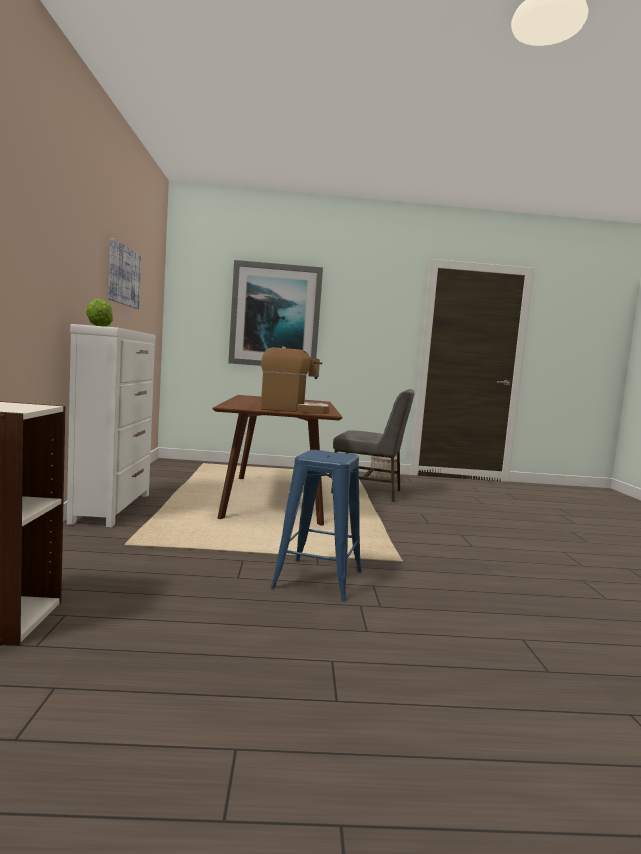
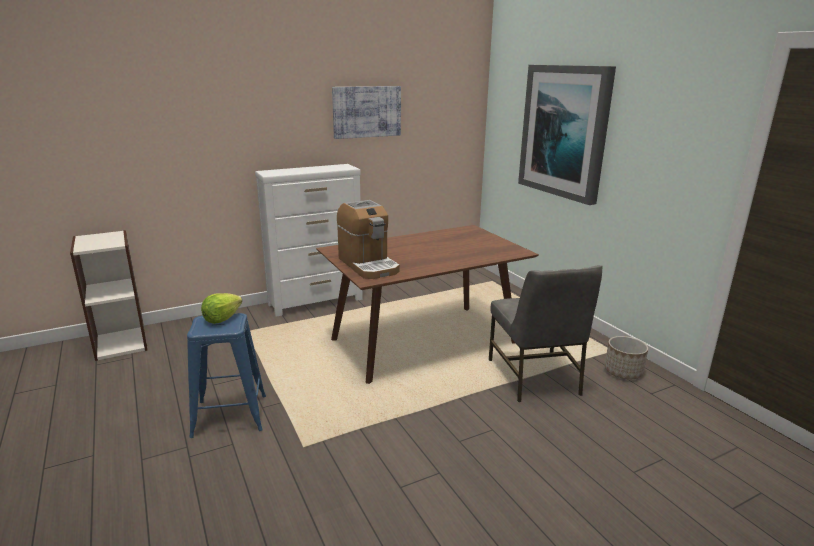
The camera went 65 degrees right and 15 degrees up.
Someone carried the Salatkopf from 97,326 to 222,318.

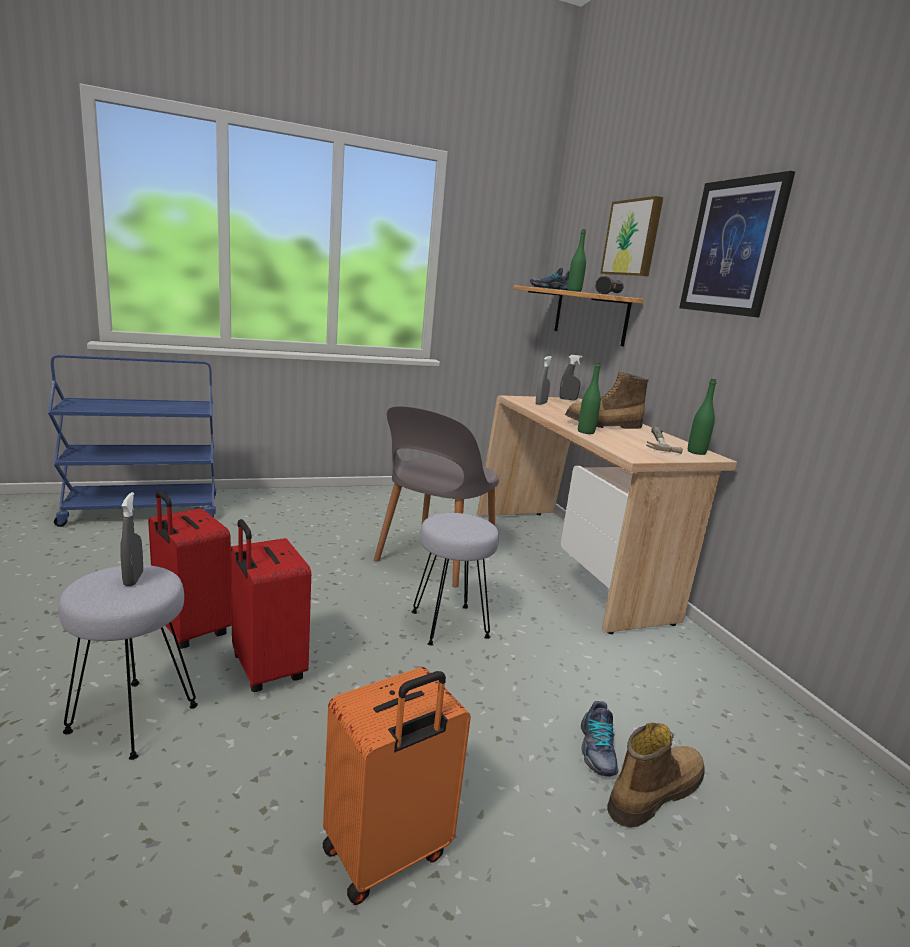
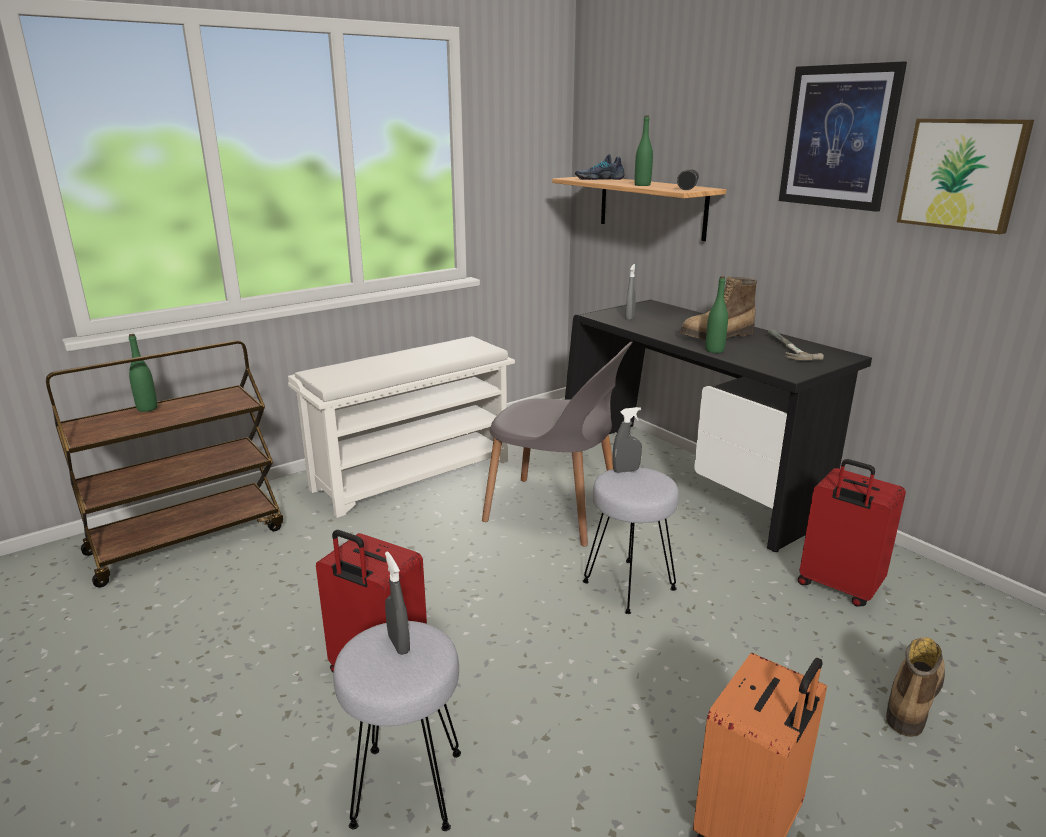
The camera went 15 degrees left and 5 degrees up.
Someone took away the Schuh at 596,750.
Someone put down the Schuhregal/weiß at 413,474.
Someone carried the Koffer/rot from 266,669 to 838,587.
Someone carried the Sprühflasche/grau from 568,399 to 626,470.
Someone carried the Bild from 633,238 to 963,174.
Someone carried the Flasche/grün from 696,452 to 147,408.
Someone repainted the Rollwagen/blau at 143,512, which became the Rollwagen/braun at 188,540.
Someone repainted the Schreibtisch/beige at 568,562, which became the Schreibtisch/schwarz at 686,482.
Someone rotated the Stuhl/grau at 434,557 by 75 degrees counterclockwise.

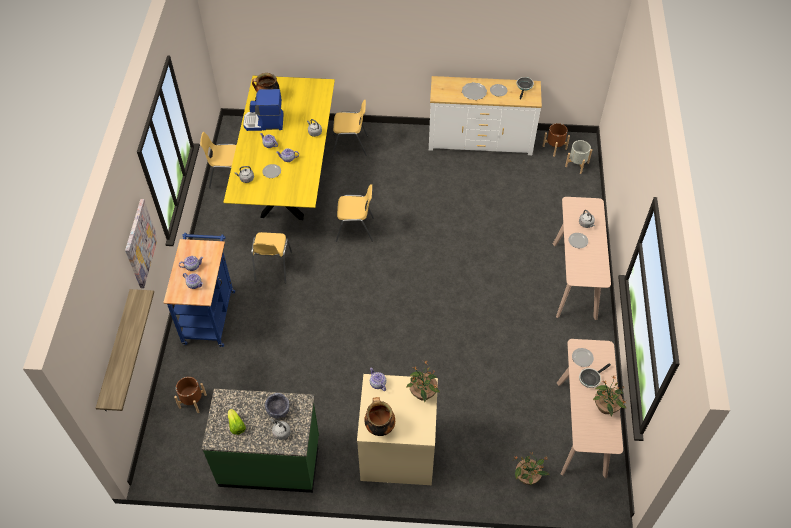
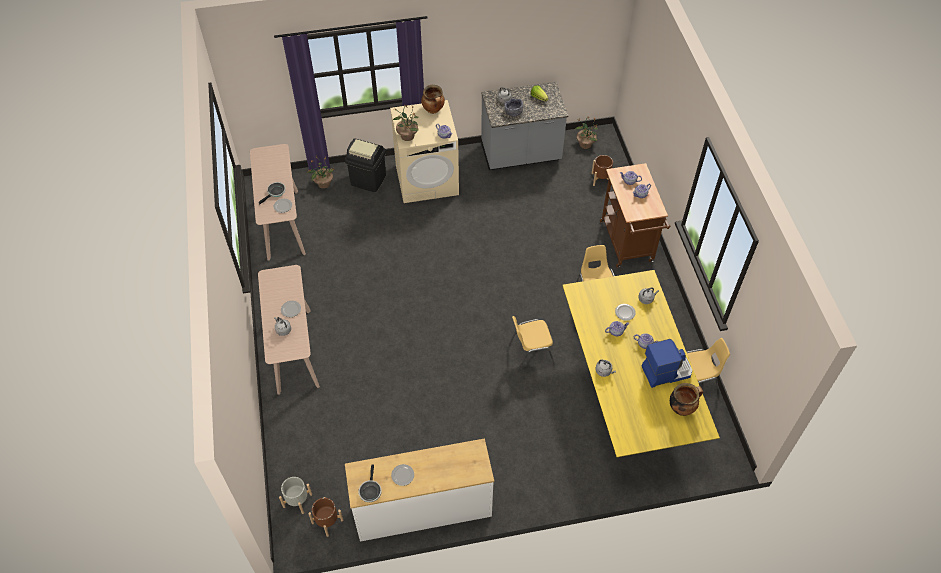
The camera went 165 degrees right and 0 degrees up.
Someone took away the Wandregal at 116,352.
Someone took away the Bild at 140,243.
Someone took away the Stuhl/gelb at 350,145.
Someone took away the Teller at 474,92.
Someone put down the Mülleimer/schwarz at 368,180.
Someone carried the Topfpflanze from 605,407 to 585,144.
Someone repainted the Rollwagen/blau at 209,313, which became the Rollwagen/braun at 627,245.
Someone repainted the Küchenzeile/grün at 270,461, which became the Küchenzeile/grau at 521,155.

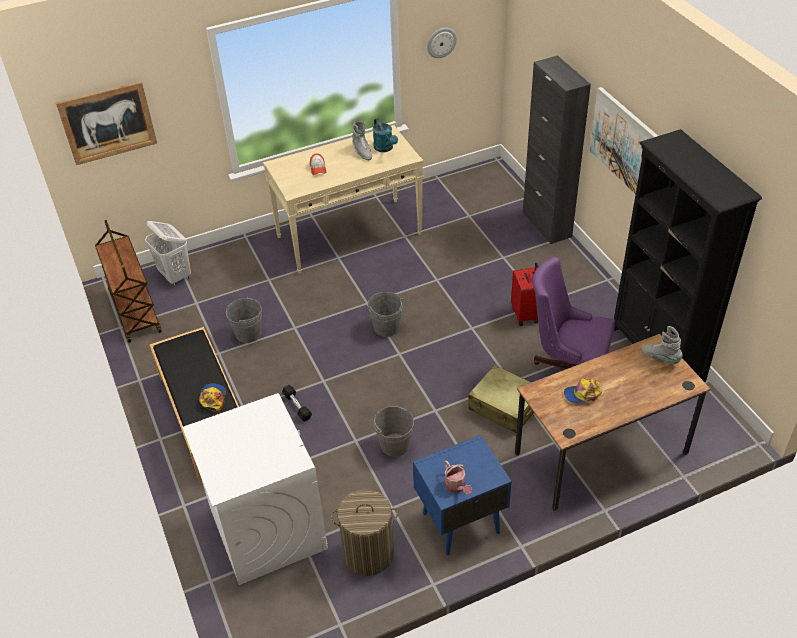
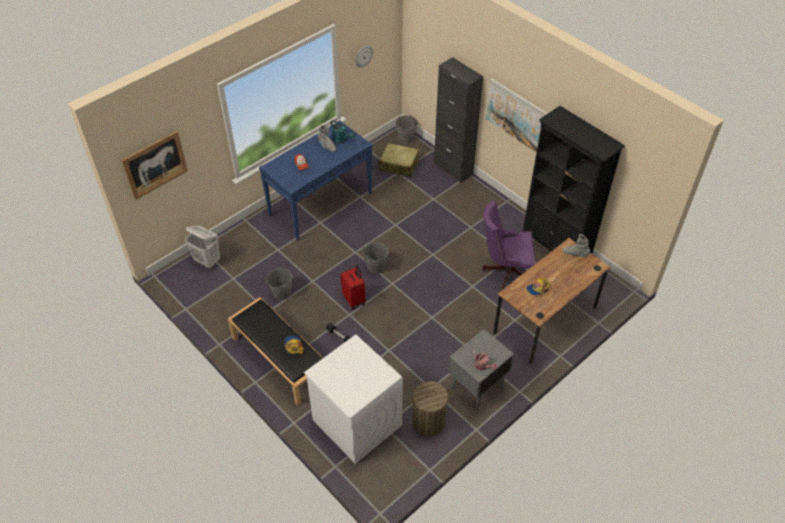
The camera went 20 degrees left and 5 degrees up.
Someone took away the Rollwagen/braun at 134,312.
Someone carried the Eimer/grau from 395,445 to 406,138.
Someone carried the Koffer/beige from 505,407 to 399,165.
Someone carried the Koffer/rot from 525,314 to 354,299.
Someone repainted the Konsolentisch/beige at 349,235, which became the Konsolentisch/blau at 321,204.
Someone repainted the Nachttisch/blau at 459,522, which became the Nachttisch/grau at 476,386.

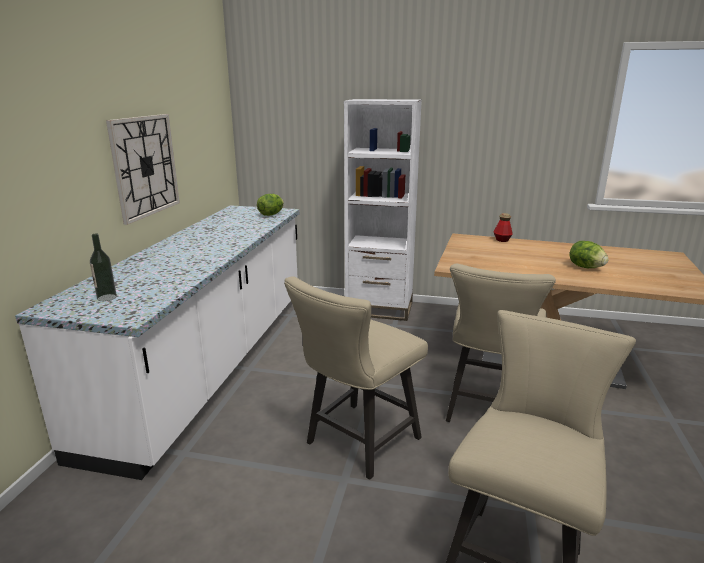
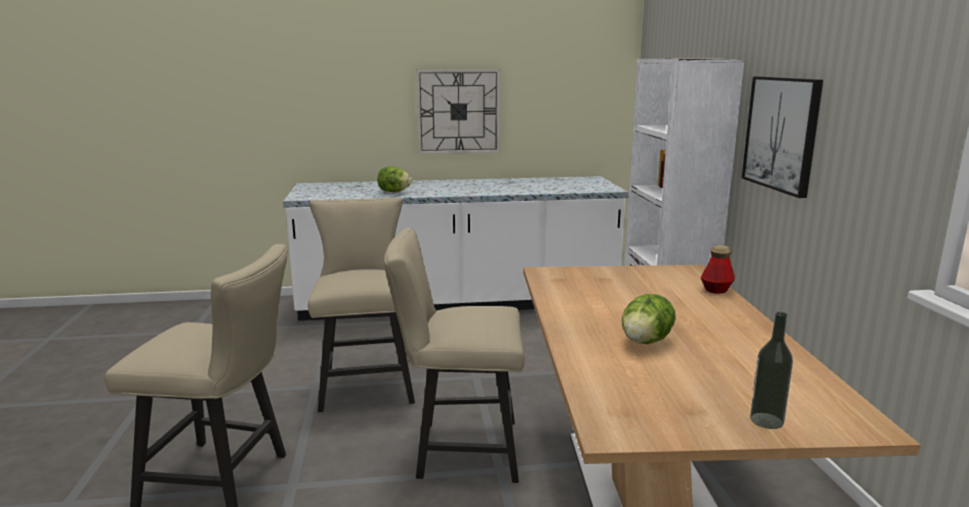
The camera went 70 degrees right and 5 degrees down.
Someone put up the Bild at 782,133.
Someone carried the Flasche from 107,297 to 766,420.
Someone carried the Salatkopf from 271,214 to 394,192.
Someone rotated the Stuhl/beige at 357,444 by 60 degrees clockwise.

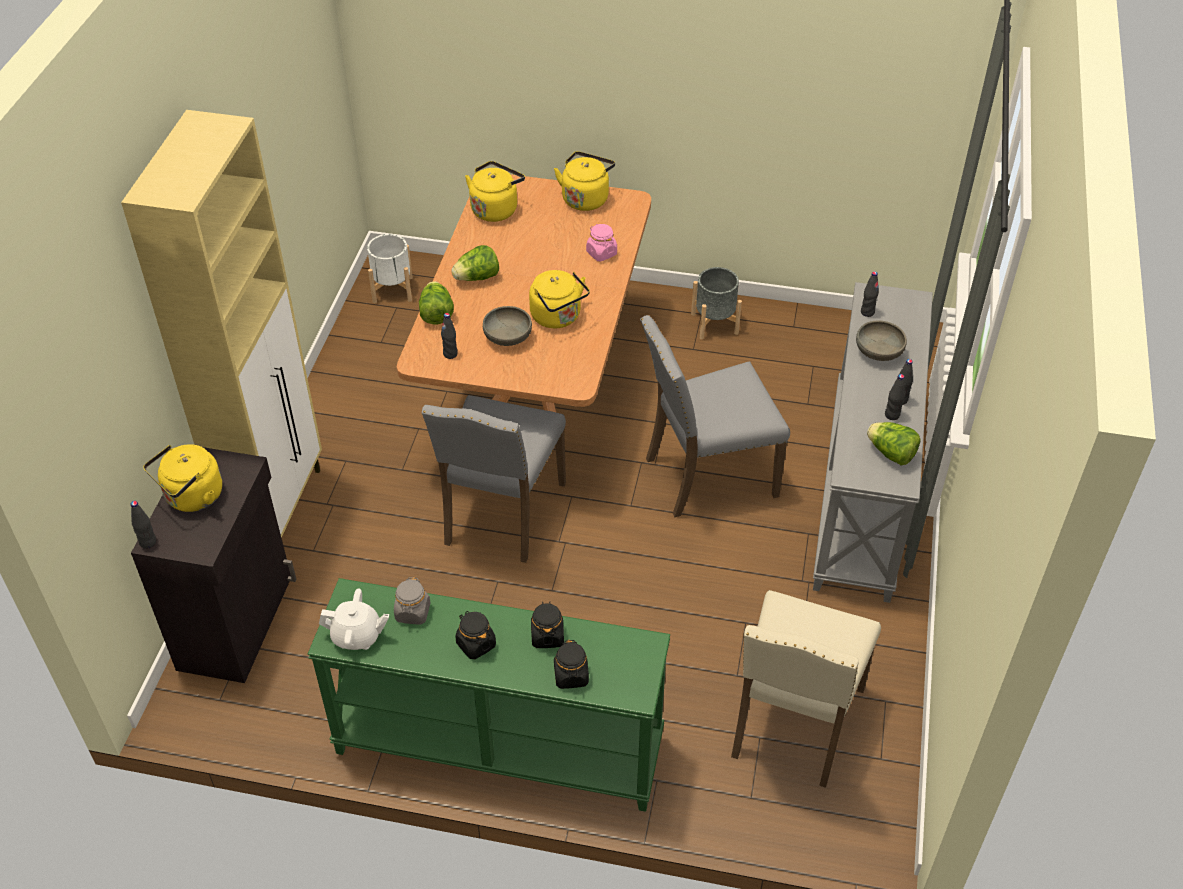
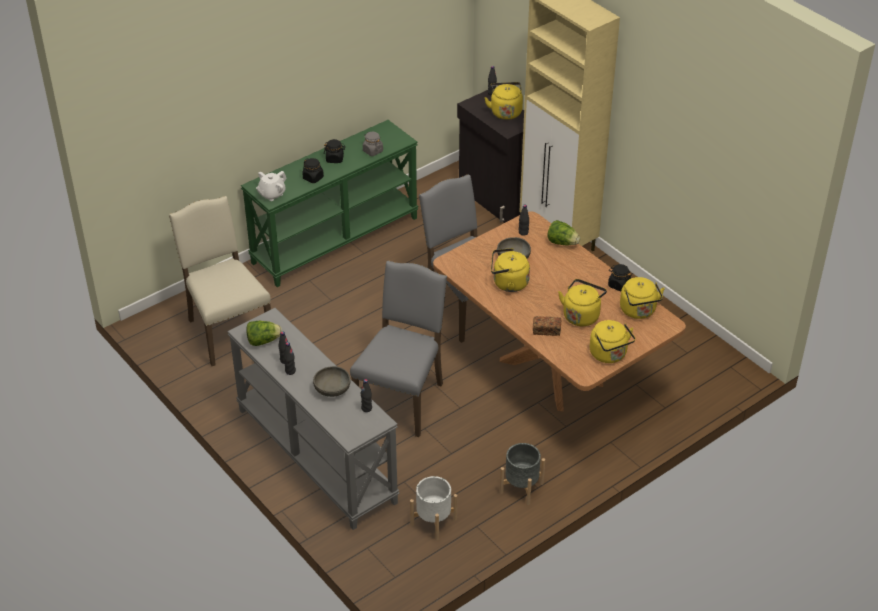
The camera went 130 degrees right and 5 degrees down.
Someone took away the Salatkopf at 477,278.
Someone put down the Wasserkessel/gelb at 581,315.
Someone carried the Teekanne/weiß from 357,636 to 271,194.
Someone carried the Pflanzkübel/weiß from 392,289 to 434,521.
Someone carried the Vorratsglas/schwarz from 571,676 to 619,285.
Someone swapped the Vorratsglas/rosa at 601,253 for the Brot at 546,330.

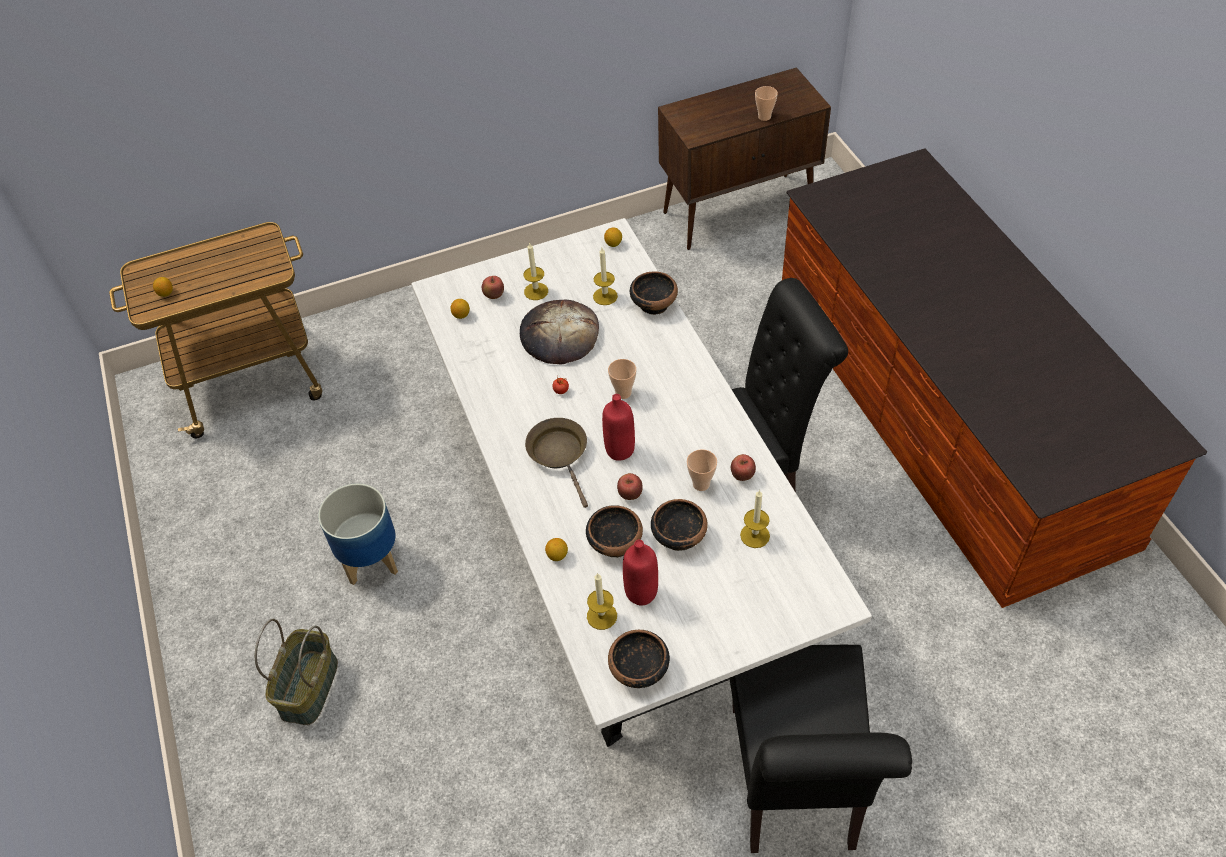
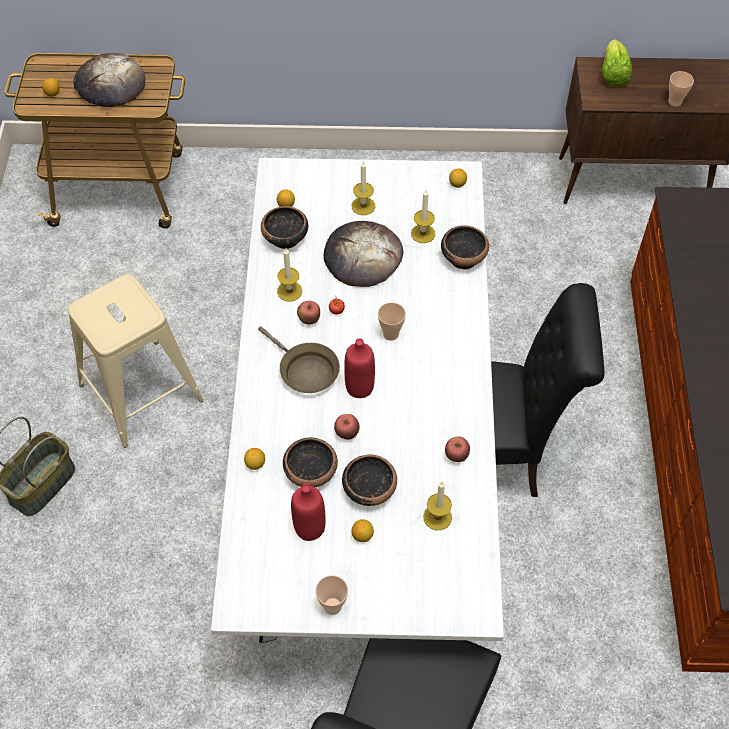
The camera went 20 degrees right and 5 degrees up.
Someone put down the Brot at 110,84.
Someone put down the Zitrone at 362,535.
Someone put down the Salatkopf at 613,74.
Someone carried the Apfel from 494,296 to 309,320.
Someone carried the Kerze from 602,616 to 289,291.
Someone carried the Schüssel from 639,670 to 285,238.
Someone carried the Tasse from 701,484 to 332,606.
Someone swapped the Pflanzkübel at 370,560 for the Hocker/beige at 142,392.
Someone rotated the Pfanne/braun at 560,454 by 135 degrees clockwise.

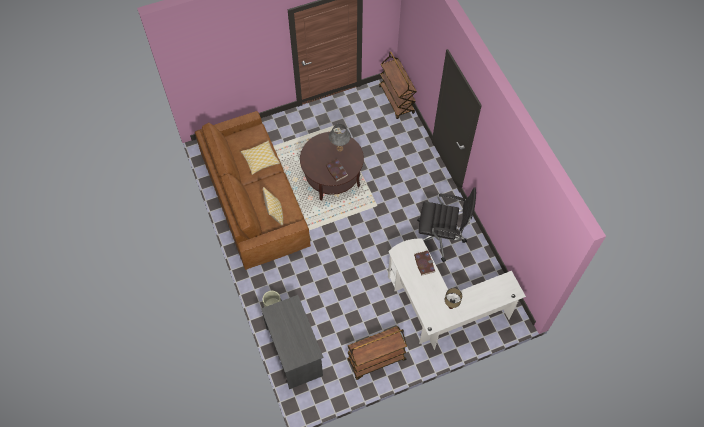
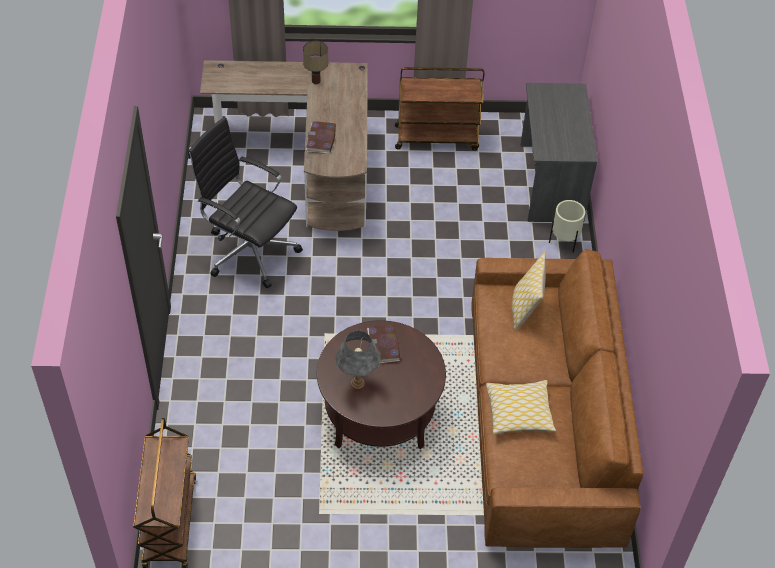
The camera went 160 degrees left and 10 degrees down.
Someone repainted the Schreibtisch/weiß at 441,309, which became the Schreibtisch/braun at 309,163.

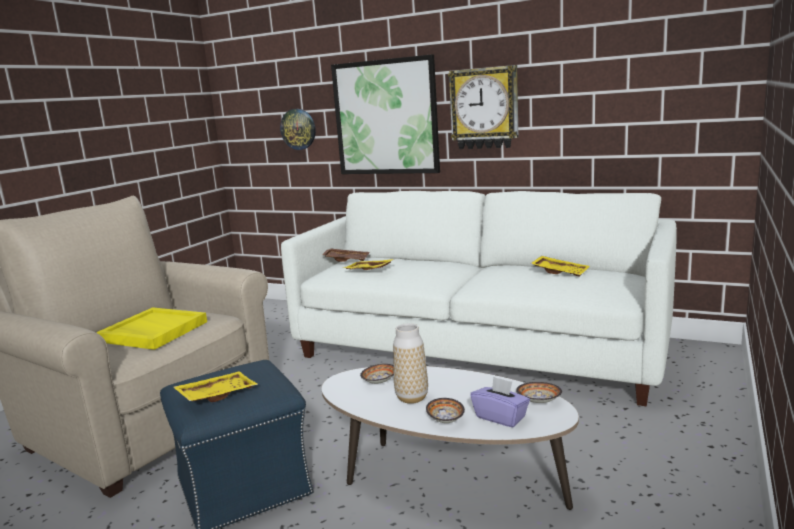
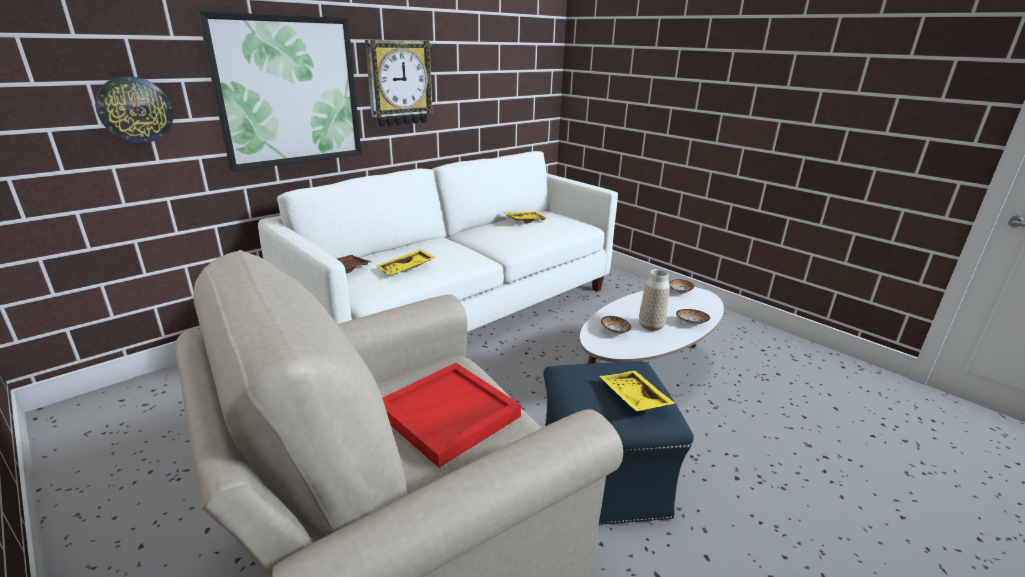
The camera went 70 degrees left and 10 degrees up.
Someone took away the Taschentuchbox/lila at 501,417.
Someone repainted the Tablett/gelb at 153,332, which became the Tablett/rot at 448,415.

